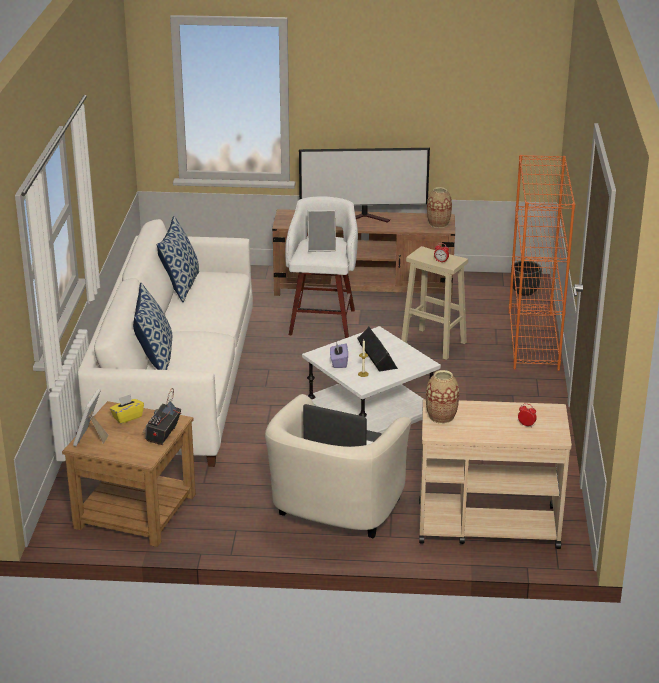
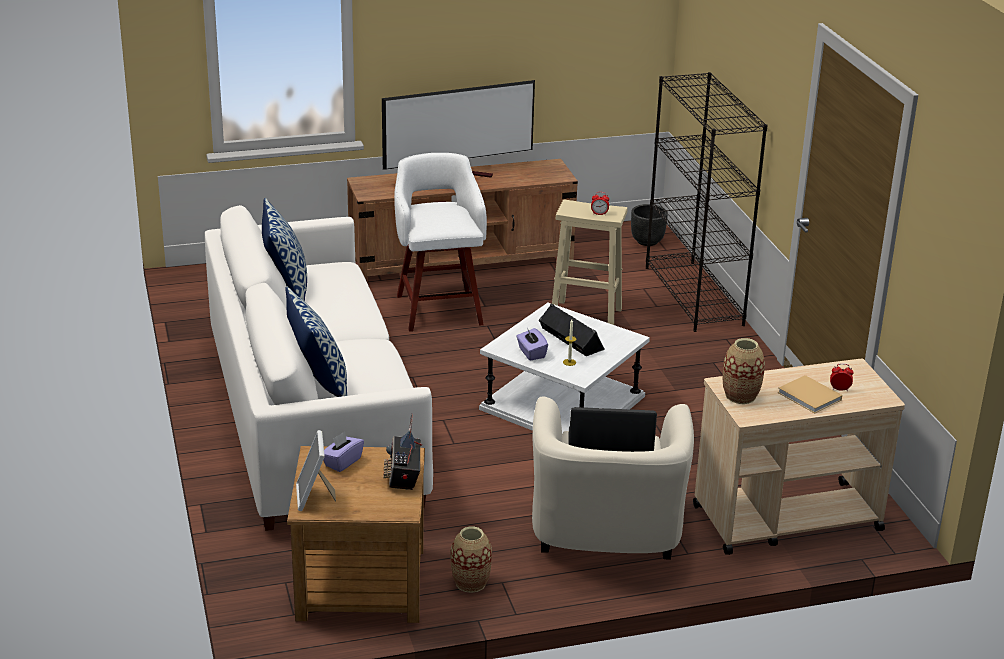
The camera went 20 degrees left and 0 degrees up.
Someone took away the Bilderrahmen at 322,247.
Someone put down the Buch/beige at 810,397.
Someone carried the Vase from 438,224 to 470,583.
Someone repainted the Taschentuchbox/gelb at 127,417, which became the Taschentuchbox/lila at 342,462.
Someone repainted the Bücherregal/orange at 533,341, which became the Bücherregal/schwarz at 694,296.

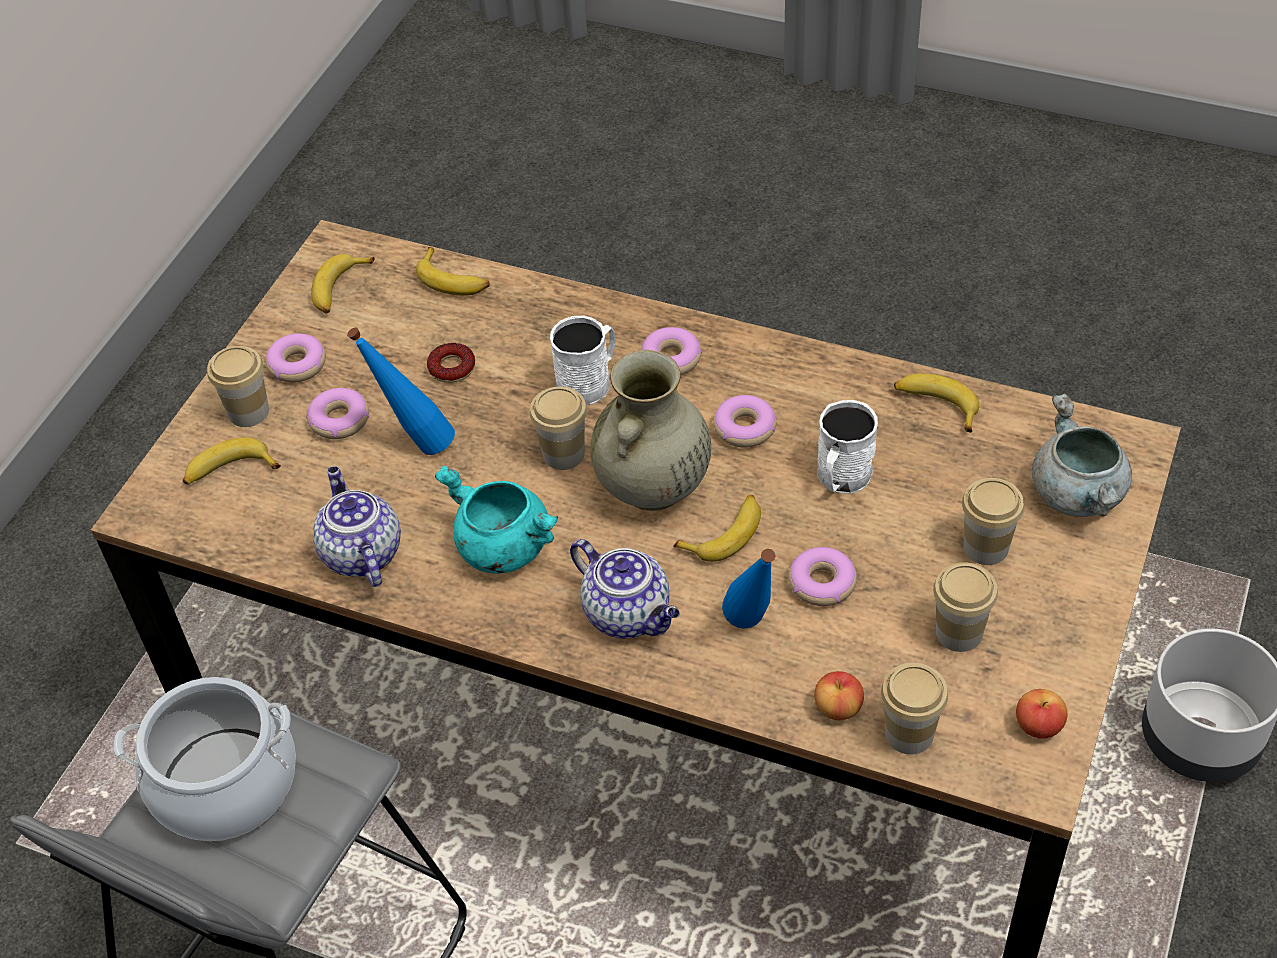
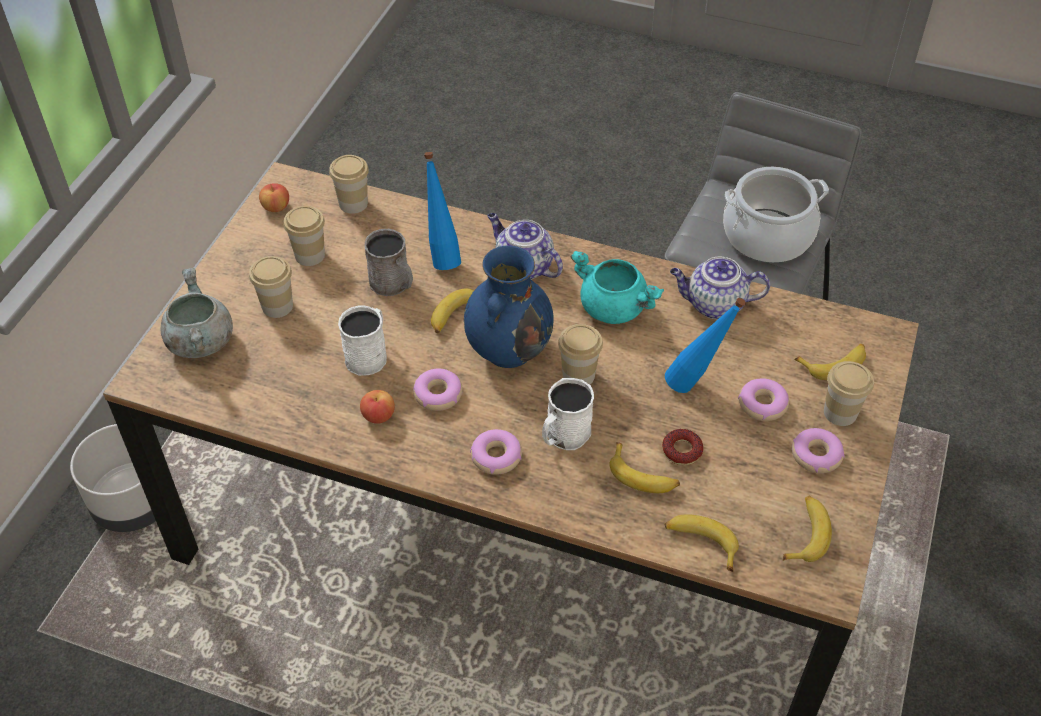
The camera went 175 degrees right and 0 degrees up.
Someone carried the Apfel from 838,708 to 378,416.
Someone carried the Banane from 936,405 to 643,476.
Someone swapped the Donut at 821,583 for the Henkelbecher/grau at 393,284.
Someone repainted the Vase/beige at 652,488, which became the Vase/blau at 509,348.
Someone rotated the Teekanne at 360,553 by 120 degrees clockwise.

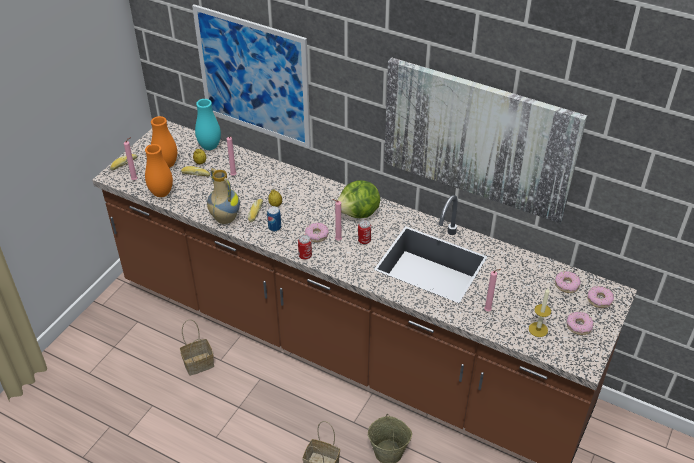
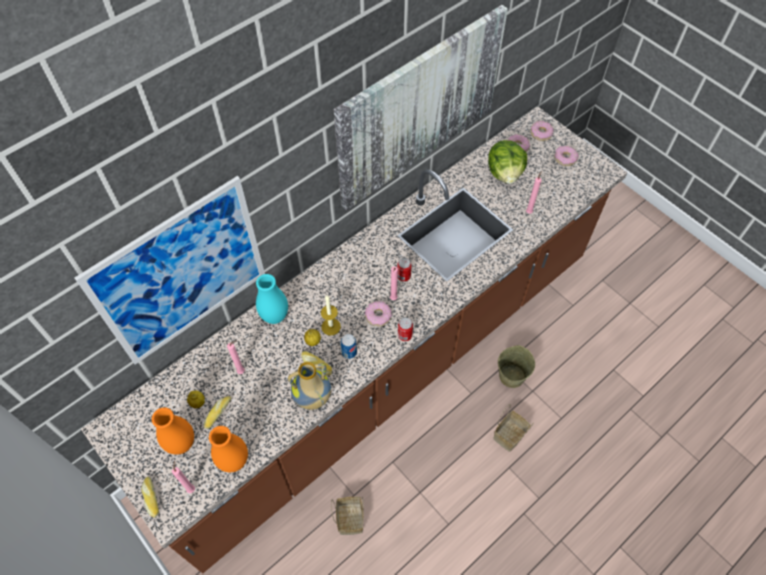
The camera went 70 degrees left and 15 degrees up.
Someone carried the Vase/türkis from 210,147 to 275,316.
Someone carried the Salatkopf from 359,213 to 505,173.
Someone carried the Kerze from 538,329 to 331,326.

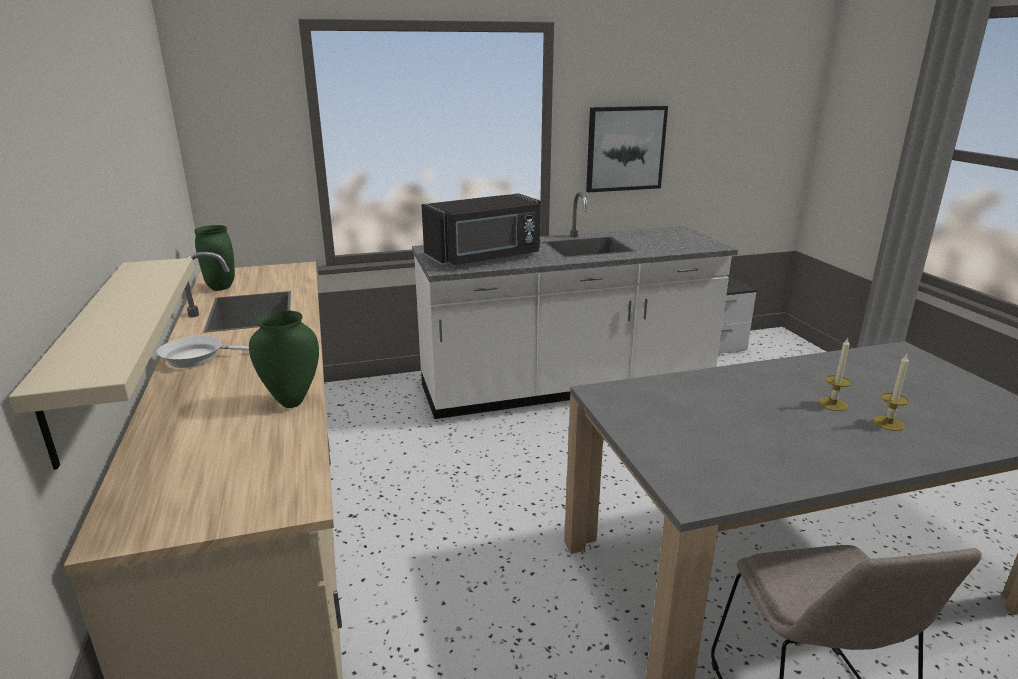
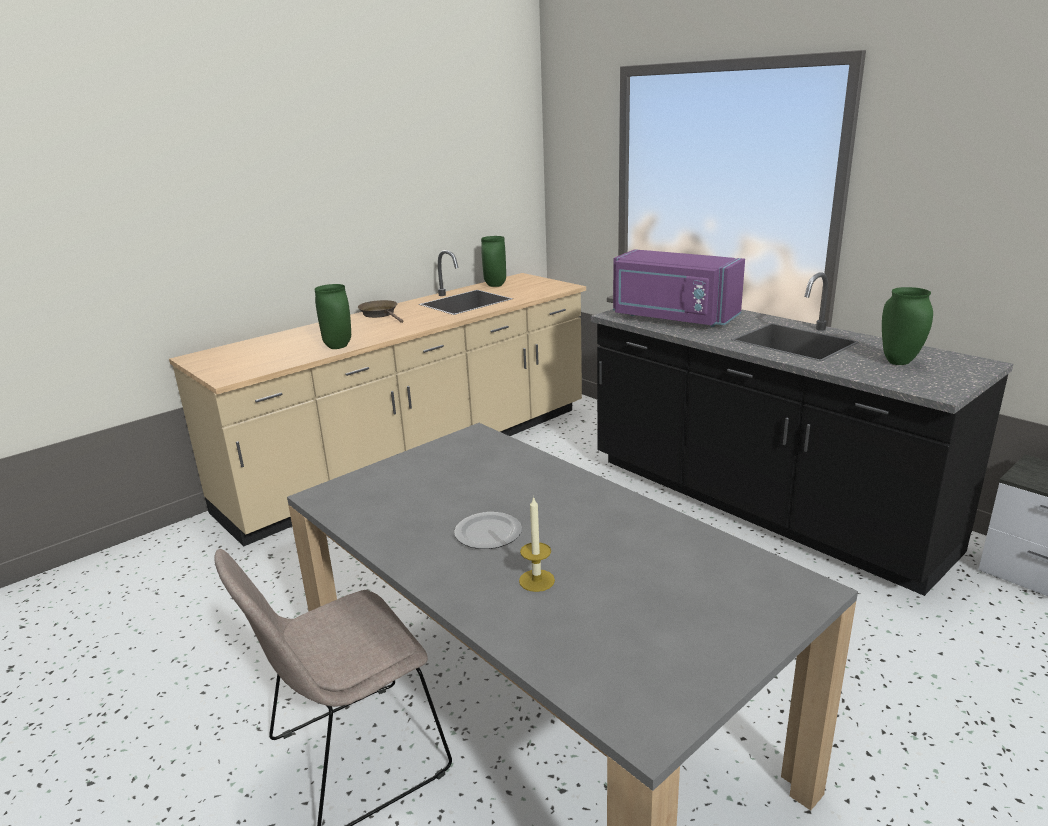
The camera went 65 degrees right and 0 degrees up.
Someone took away the Wandregal/beige at 90,353.
Someone took away the Bild at 625,148.
Someone took away the Kerze at 832,404.
Someone put down the Teller at 488,532.
Someone put down the Vase/grün at 898,362.
Someone repainted the Pfanne/weiß at 199,357, which became the Pfanne/braun at 380,314.
Someone repainted the Küchenzeile/weiß at 567,386, which became the Küchenzeile/schwarz at 759,505.
Someone repainted the Mikrowelle/schwarz at 485,257, which became the Mikrowelle/lila at 673,318.

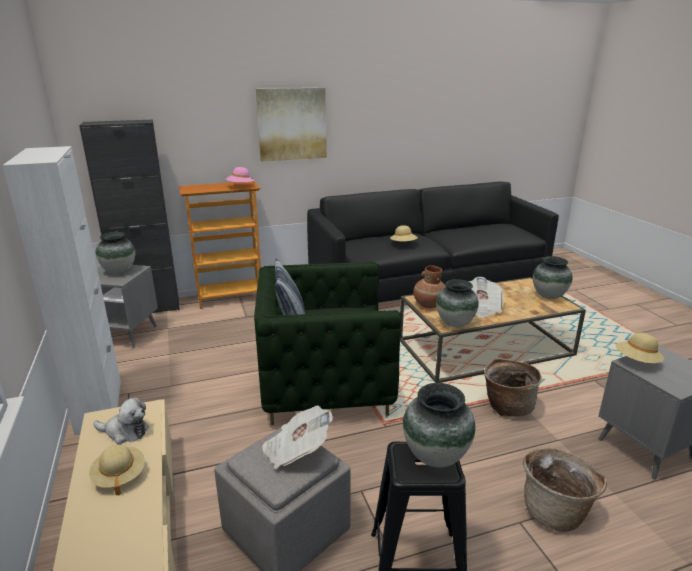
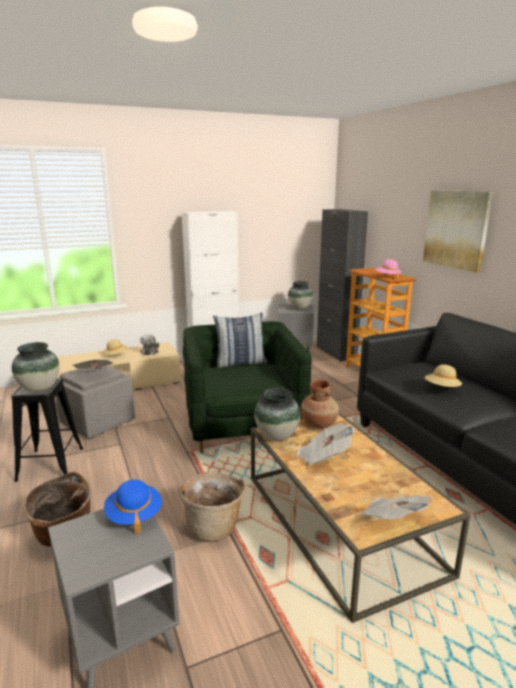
The camera went 85 degrees right and 5 degrees down.
Someone swapped the Vase at 548,296 for the Zeitung at 392,520.
Someone repainted the Hut/beige at 637,361, which became the Hut/blau at 134,515.

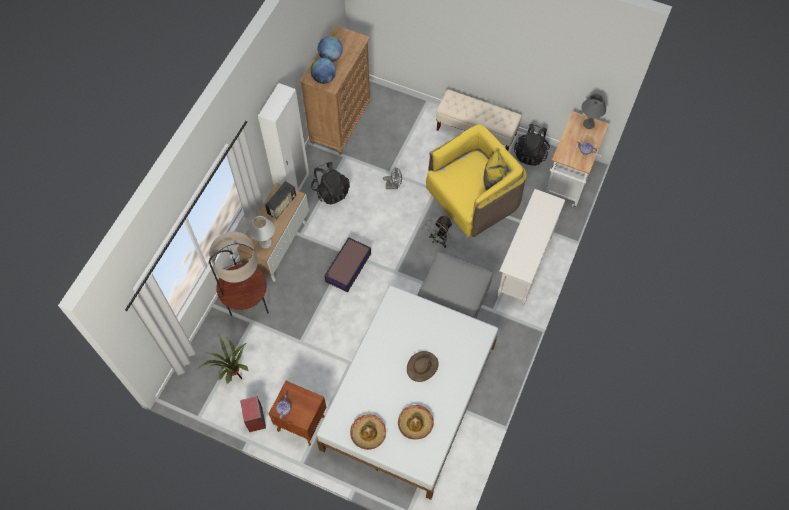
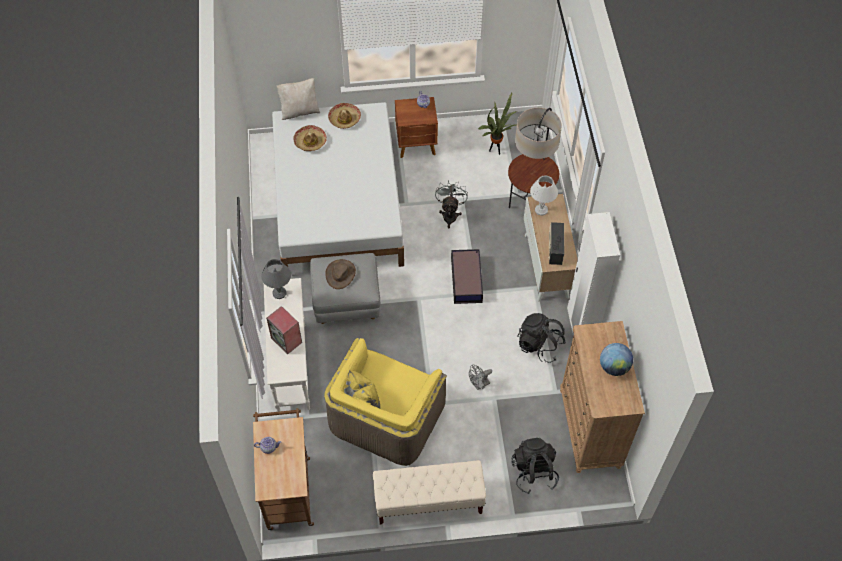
The camera went 150 degrees right and 5 degrees down.
Someone took away the Globus at 324,79.
Someone put down the Kissen/beige at 299,111.
Someone carried the Lautsprecher from 255,419 to 287,340.
Someone carried the Hut/braun from 422,367 to 340,274.
Someone carried the Ventilator/grau from 438,240 to 450,214.
Someone carried the Rucksack/schwarz from 530,153 to 533,472.
Someone carried the Tischlampe/grau from 588,124 to 279,292.
Someone repainted the Rollwagen/weiß at 566,184, which became the Rollwagen/braun at 288,488.

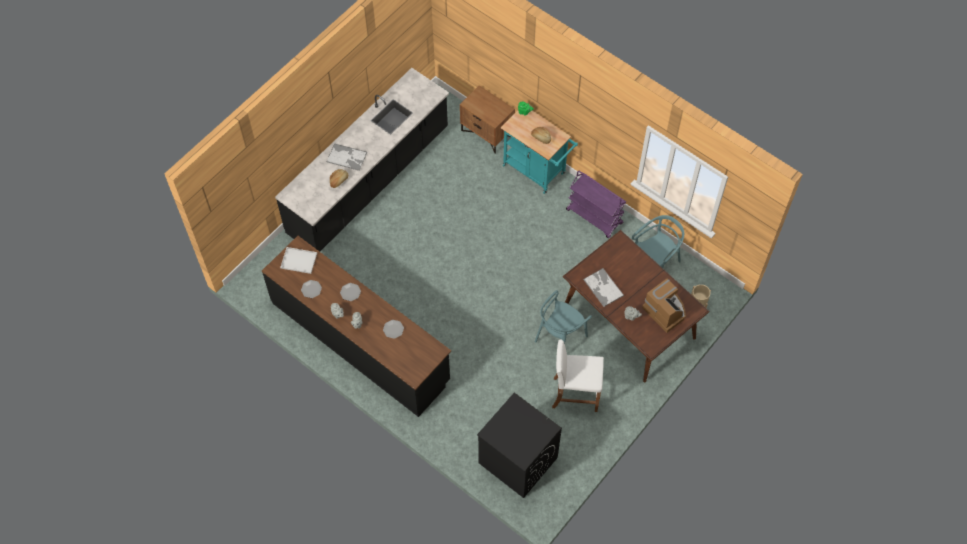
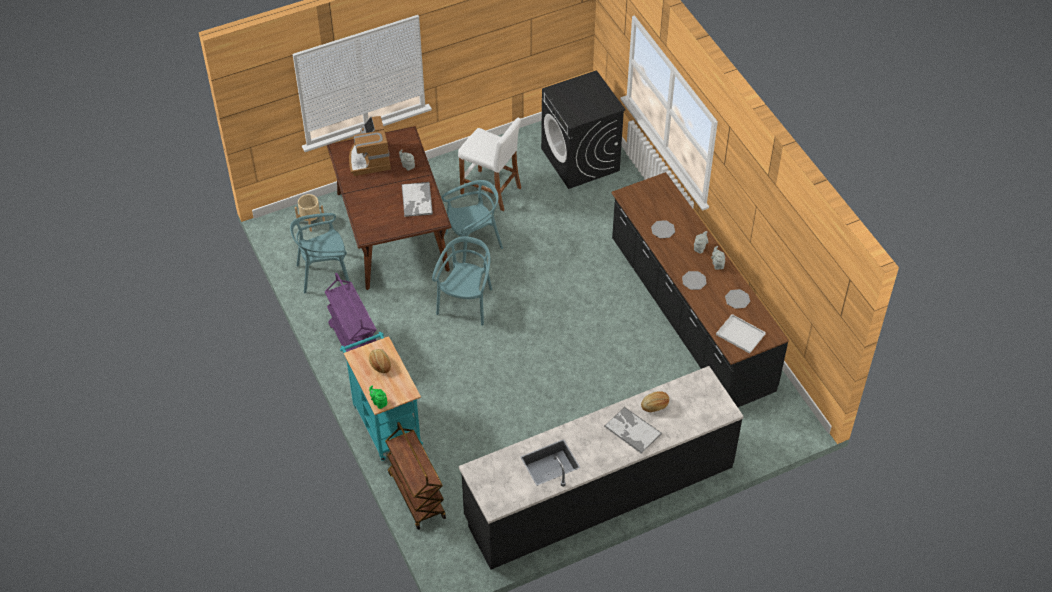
The camera went 155 degrees left and 10 degrees down.
Someone put down the Stuhl/türkis at 466,303.
Someone swapped the Nachttisch/braun at 487,133 for the Rollwagen/braun at 416,495.

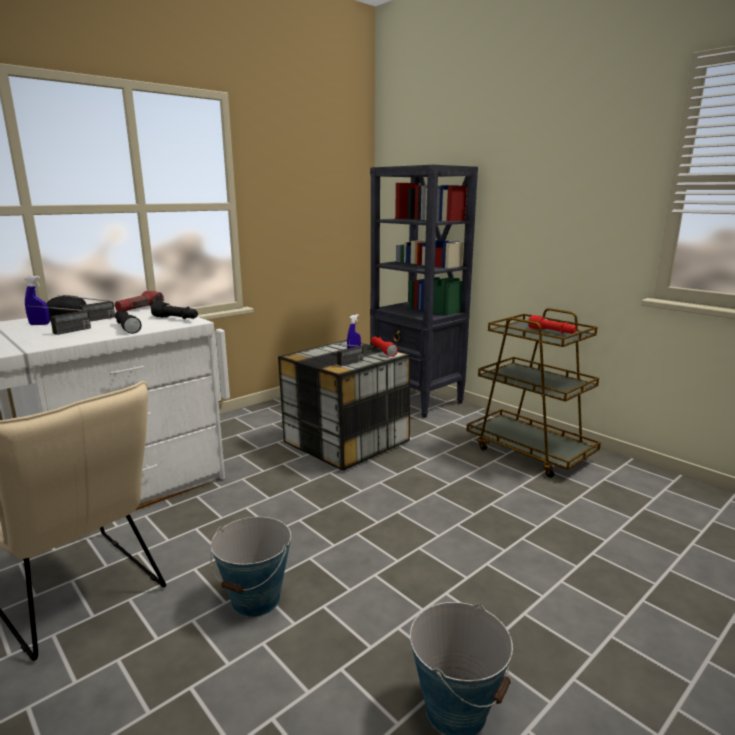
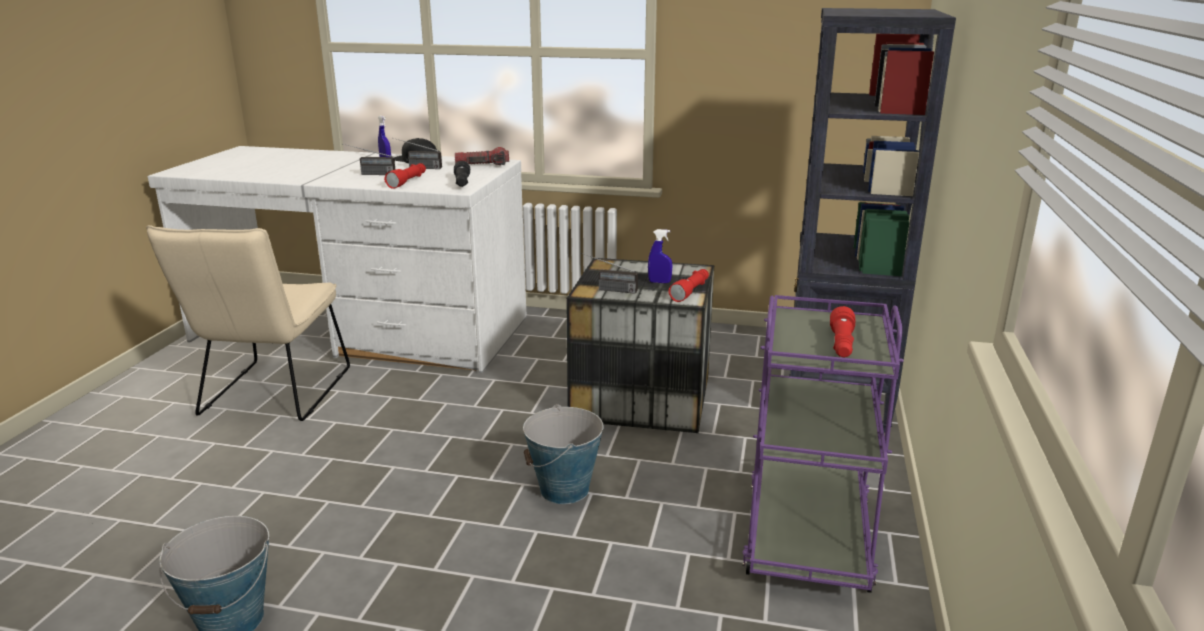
The camera went 55 degrees right and 5 degrees up.
Someone carried the Eimer from 256,599 to 564,490.
Someone repainted the Taschenlampe/schwarz at 126,328, which became the Taschenlampe/rot at 408,182.
Someone repainted the Rollwagen/braun at 530,451, which became the Rollwagen/lila at 807,535.

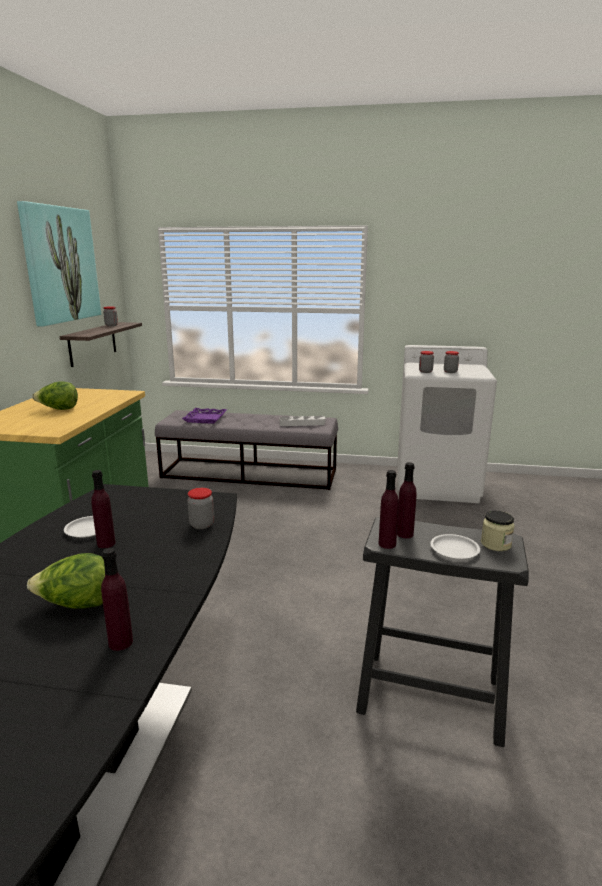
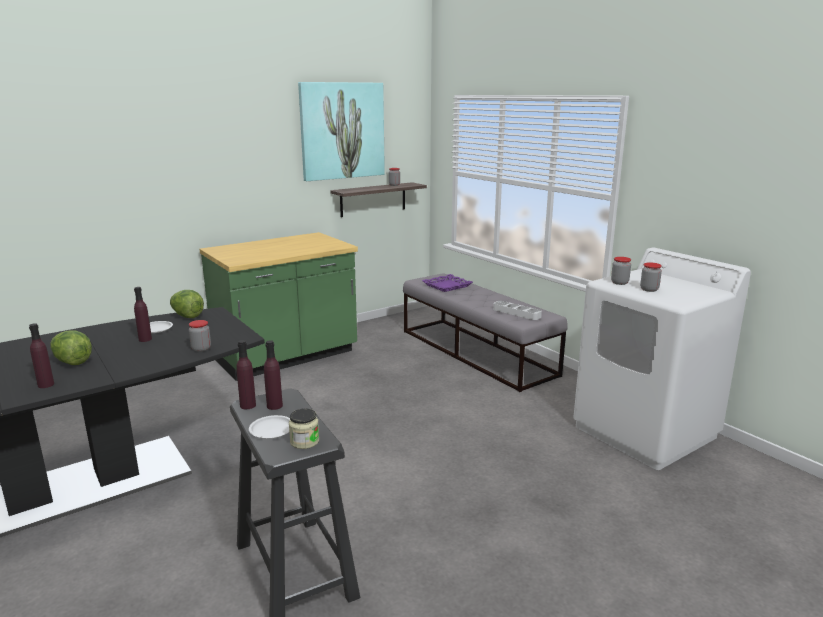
The camera went 45 degrees right and 0 degrees up.
Someone carried the Salatkopf from 58,409 to 187,316.

